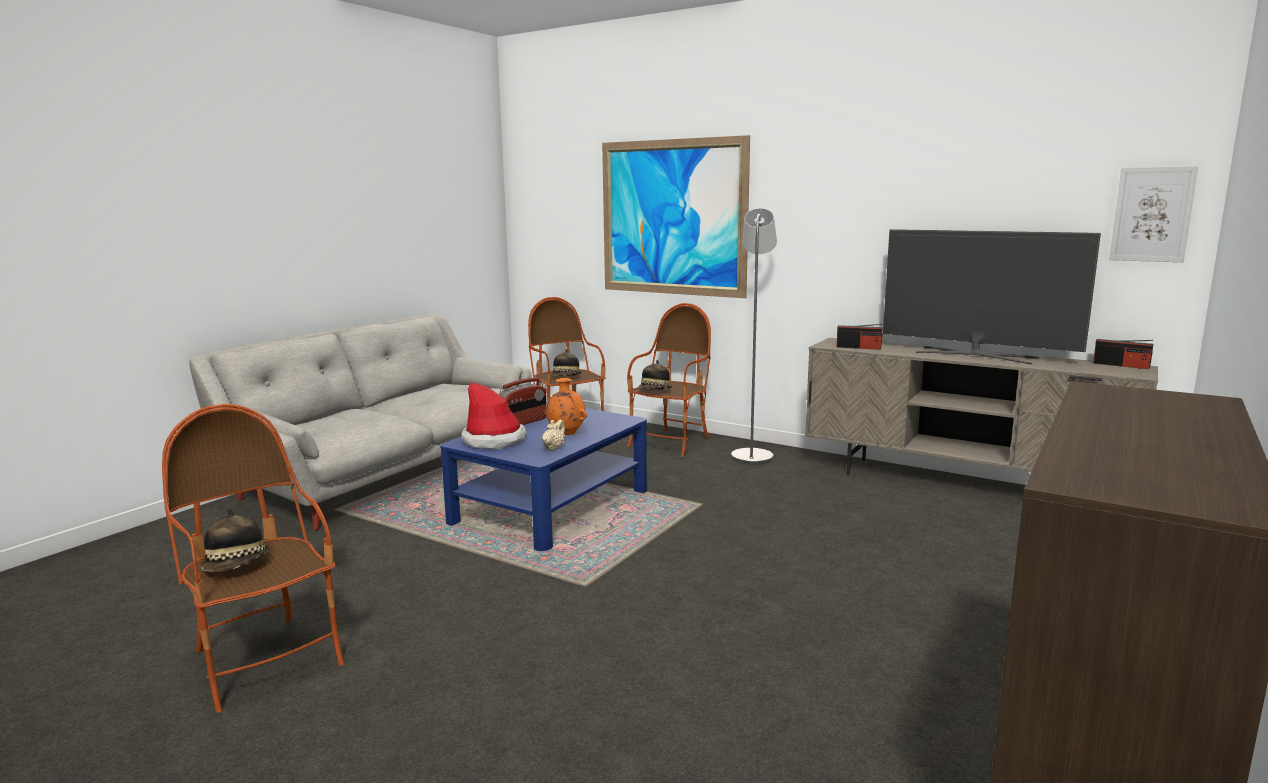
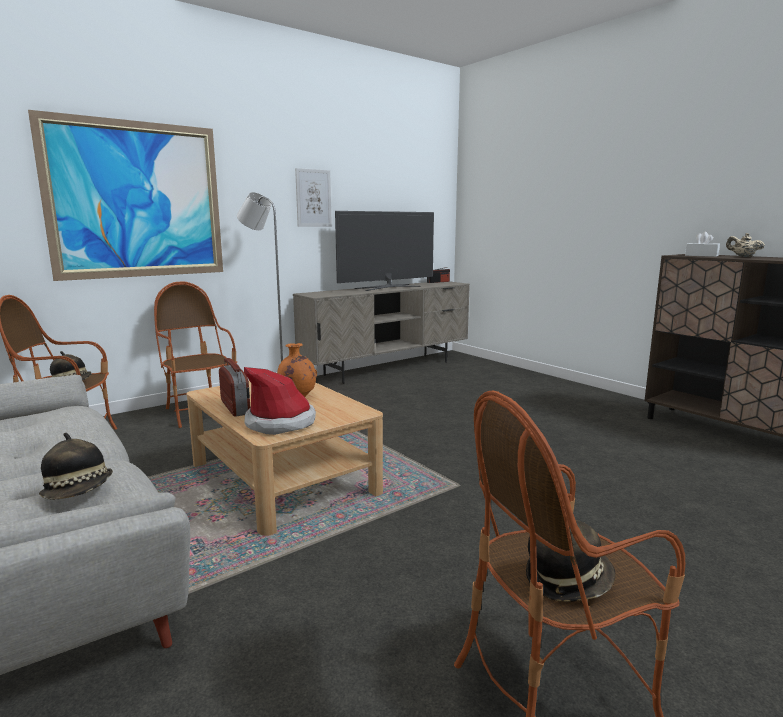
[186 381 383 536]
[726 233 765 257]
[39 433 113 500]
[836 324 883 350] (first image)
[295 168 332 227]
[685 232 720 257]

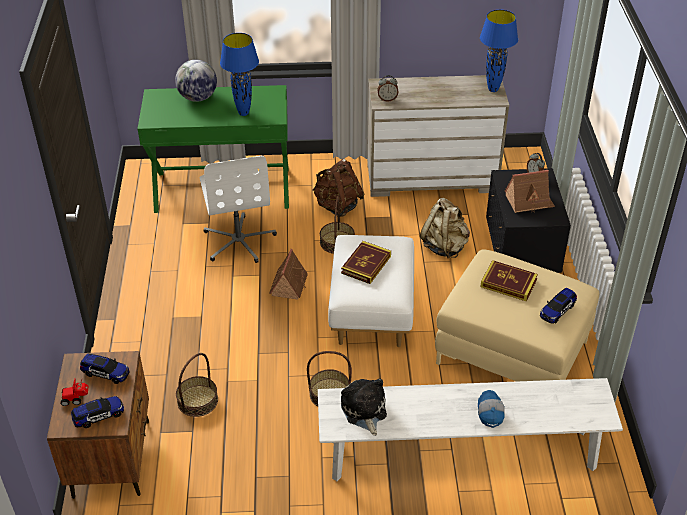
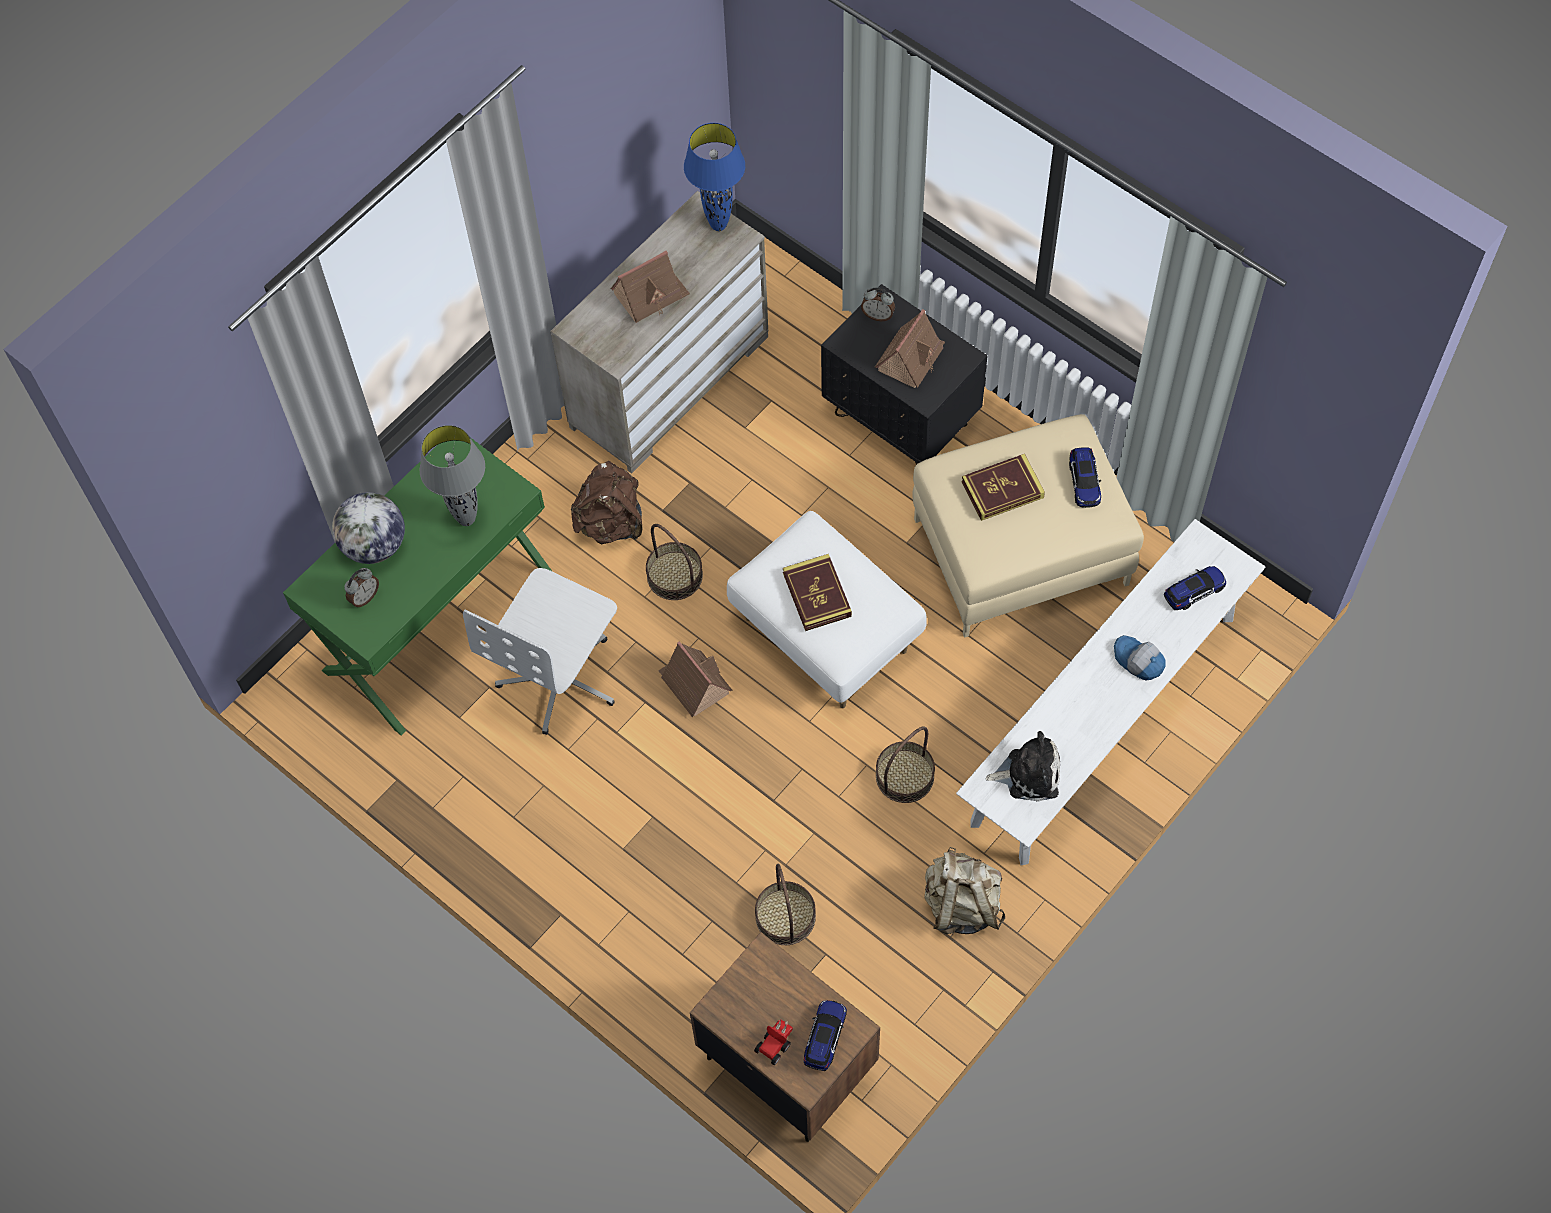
[1164 566 1226 610]
[463 568 617 735]
[420 425 485 526]
[985 731 1060 802]
[344 568 379 607]
[924 847 1005 934]
[610 251 690 323]

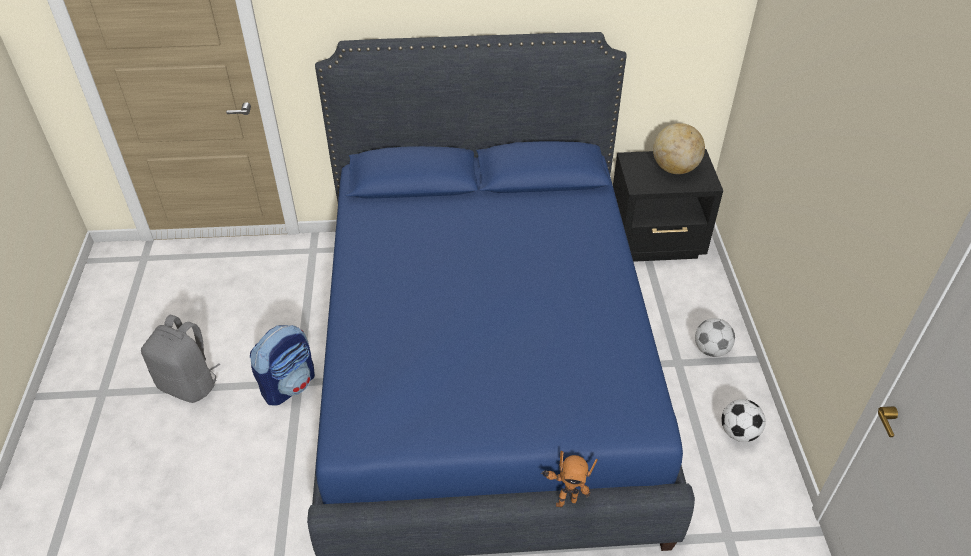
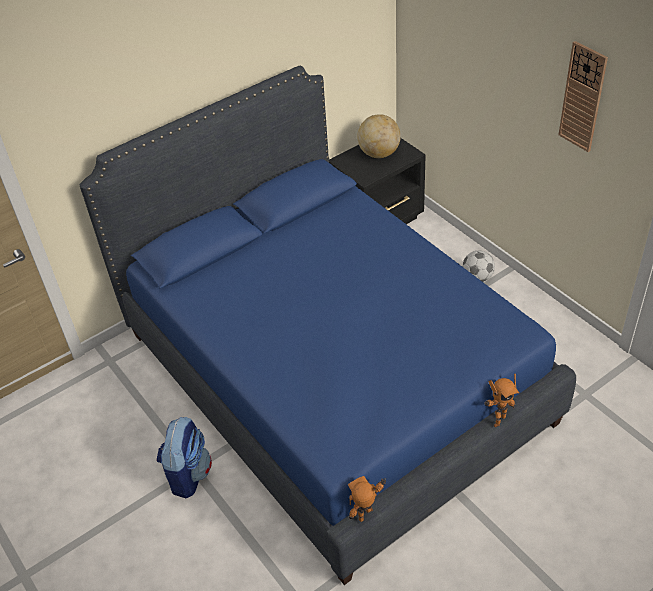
[141 315 220 403] (first image)
[721 399 766 442] (first image)
[348 476 386 522]
[558 41 608 152]

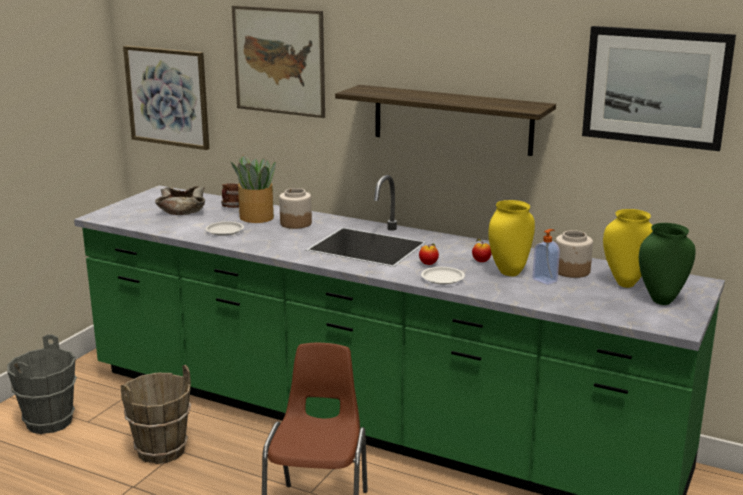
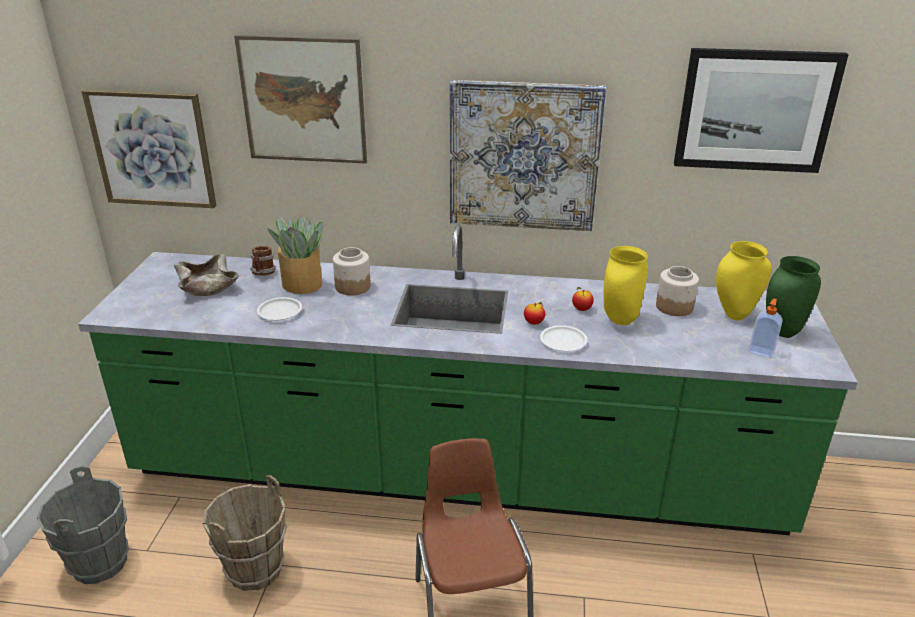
[450 80 606 231]
[748 299 783 359]

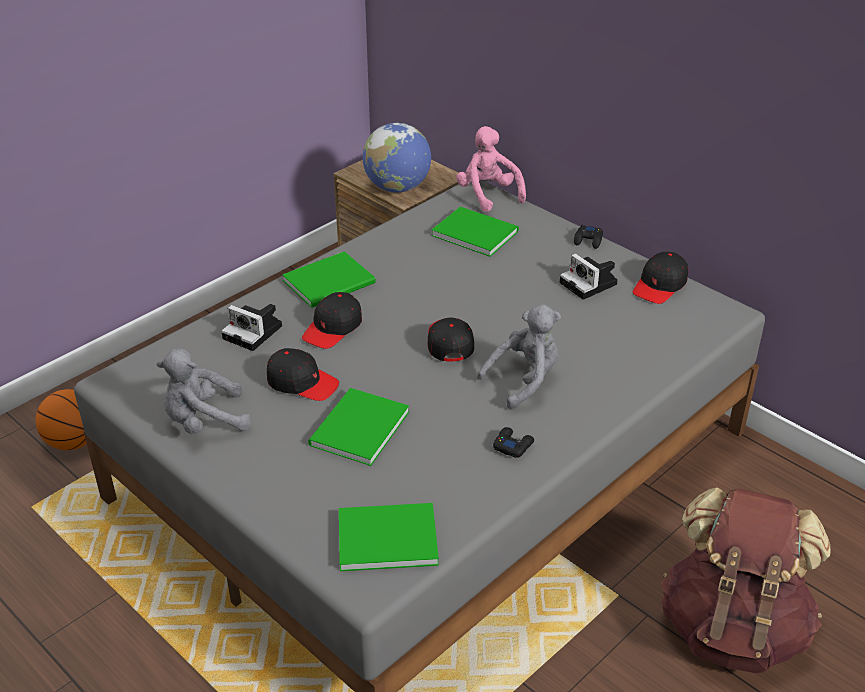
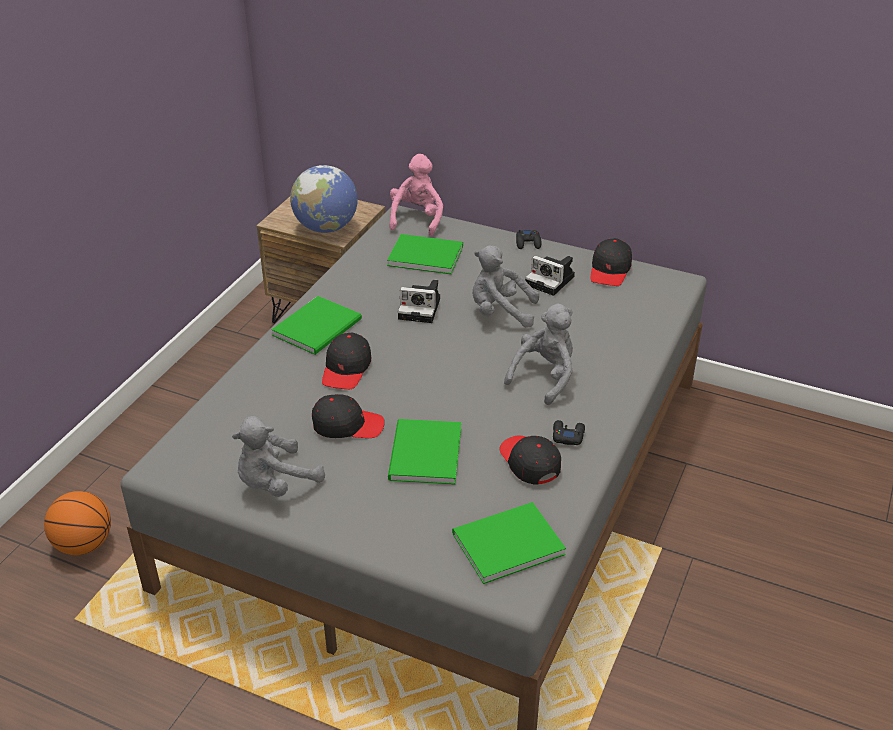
[398 280 440 323]
[499 436 561 485]
[389 154 443 236]
[661 487 830 673] (first image)
[472 245 539 328]

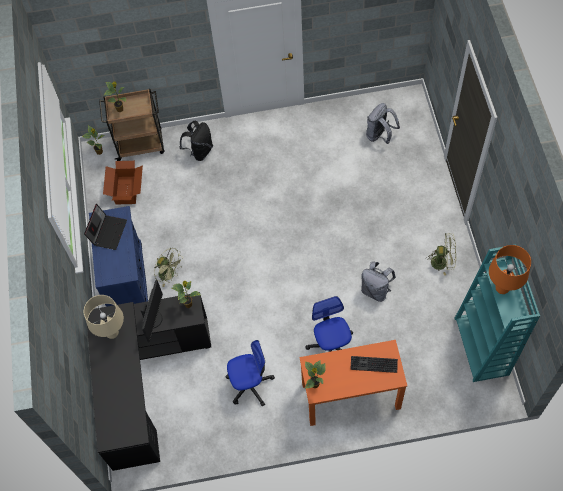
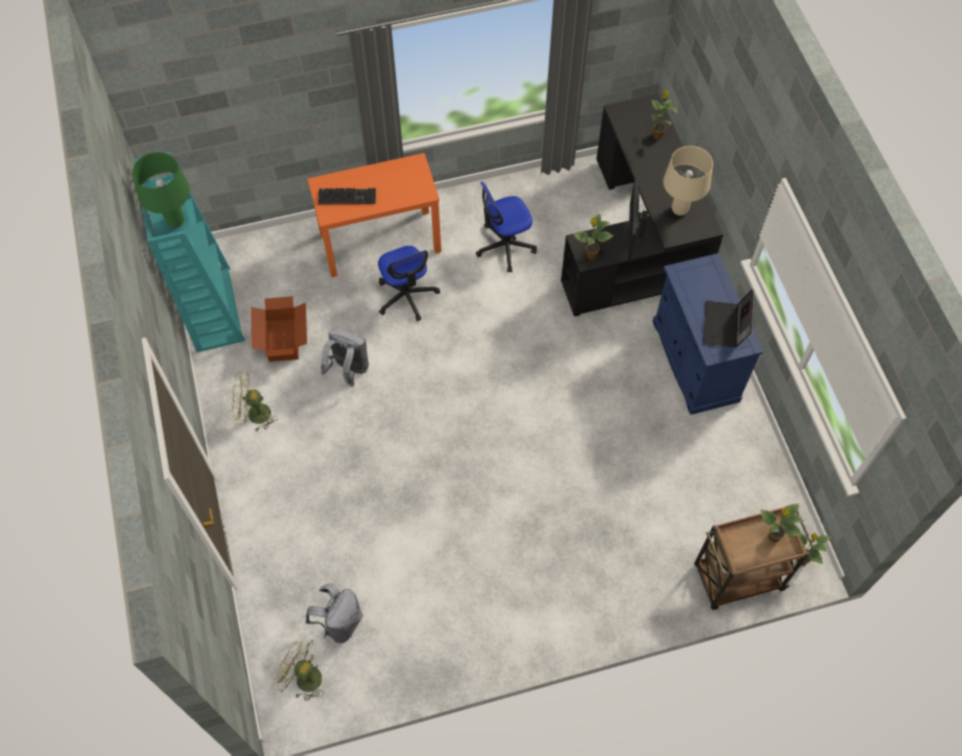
[251 296 307 362]
[272 635 324 701]
[179 120 213 161] (first image)
[652 90 678 140]
[132 152 190 228]

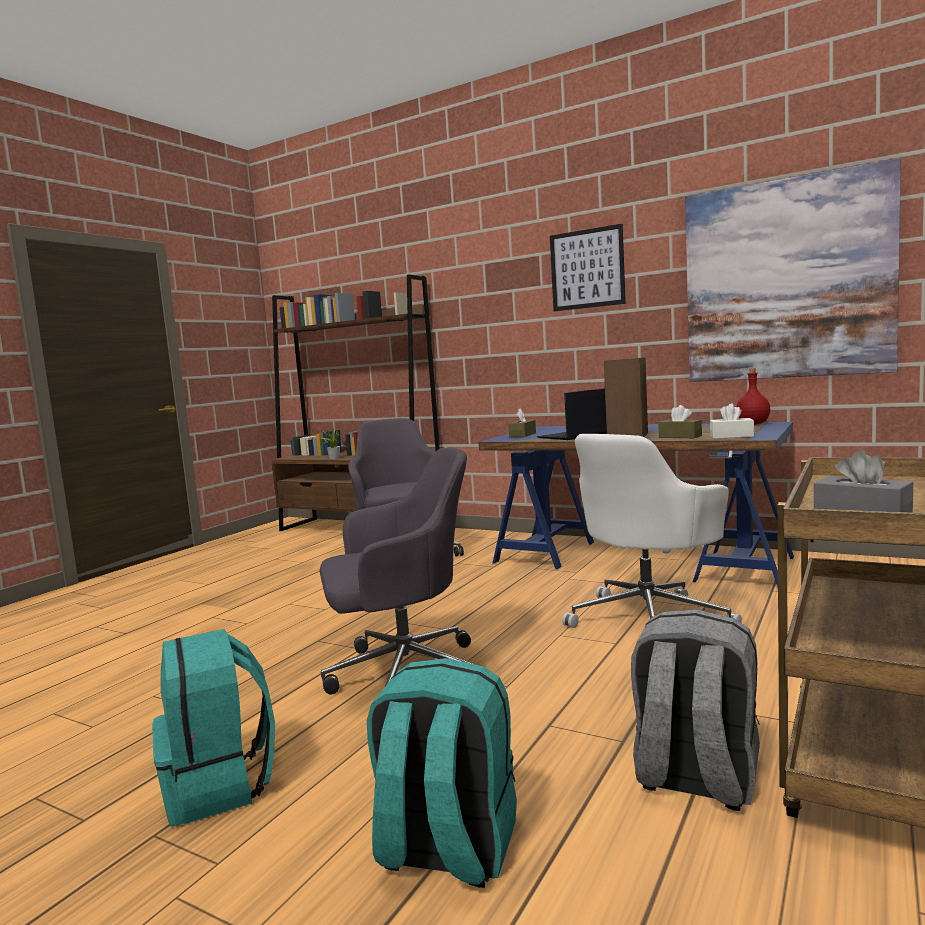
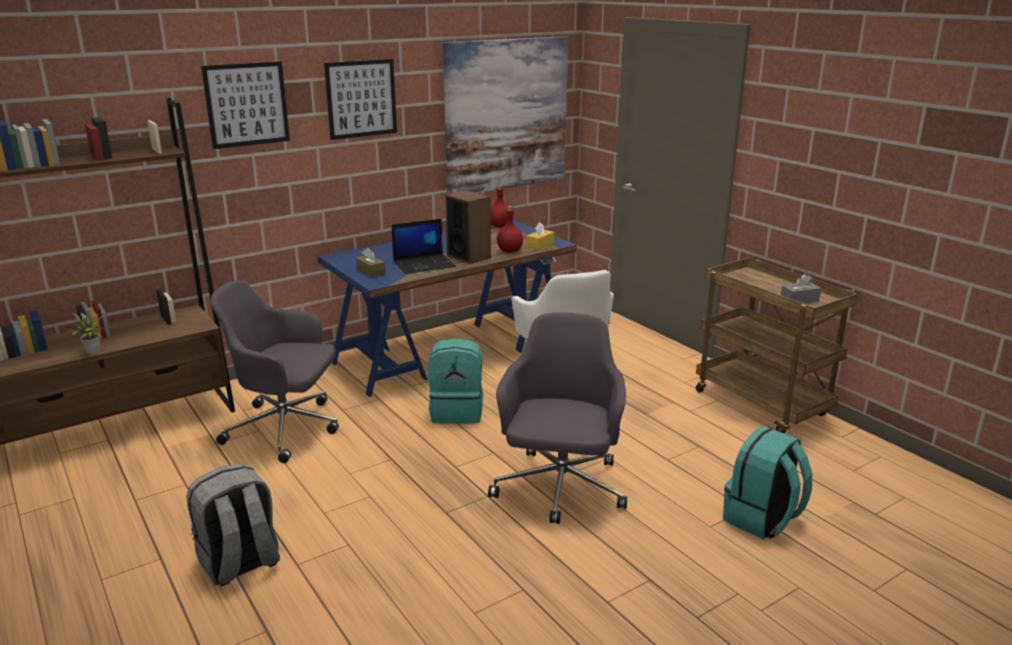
[428 338 483 423]
[392 219 456 274]
[186 463 280 586]
[497 206 523 253]
[526 222 554 250]
[201 61 290 149]

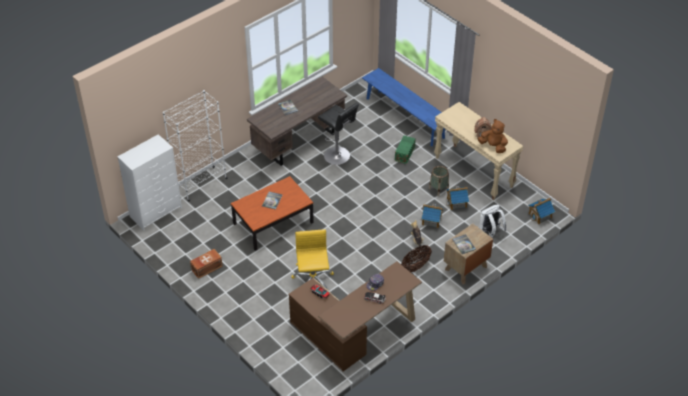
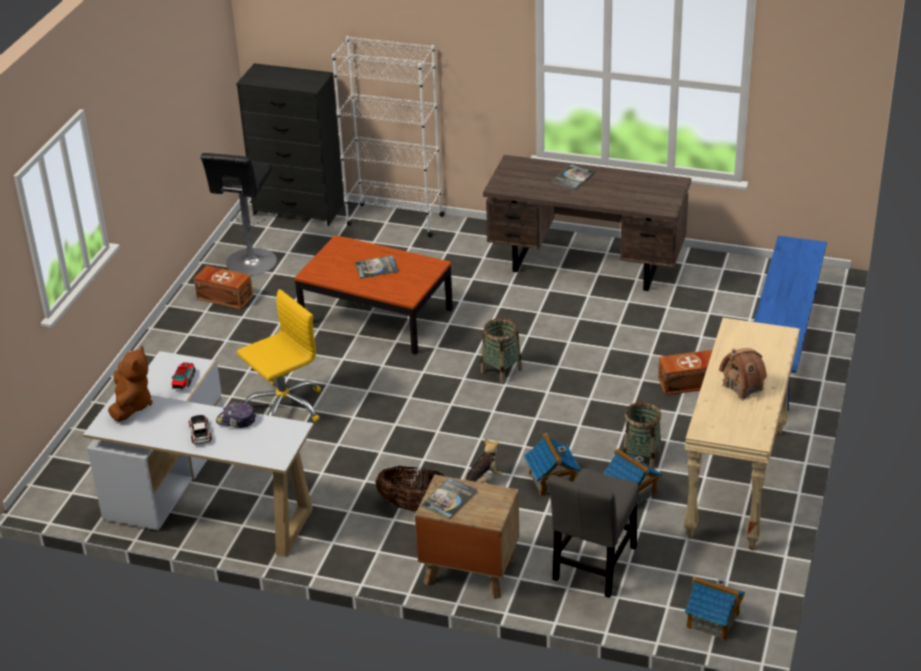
[236 63 344 226]
[83 351 314 557]
[201 153 277 276]
[658 350 712 395]
[108 346 152 422]
[547 468 639 598]
[481 318 522 384]

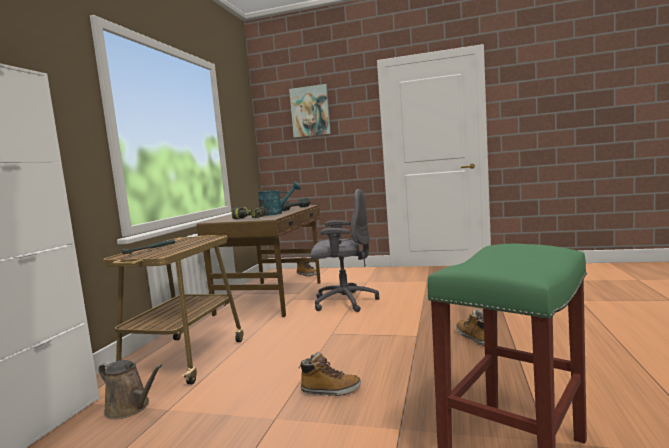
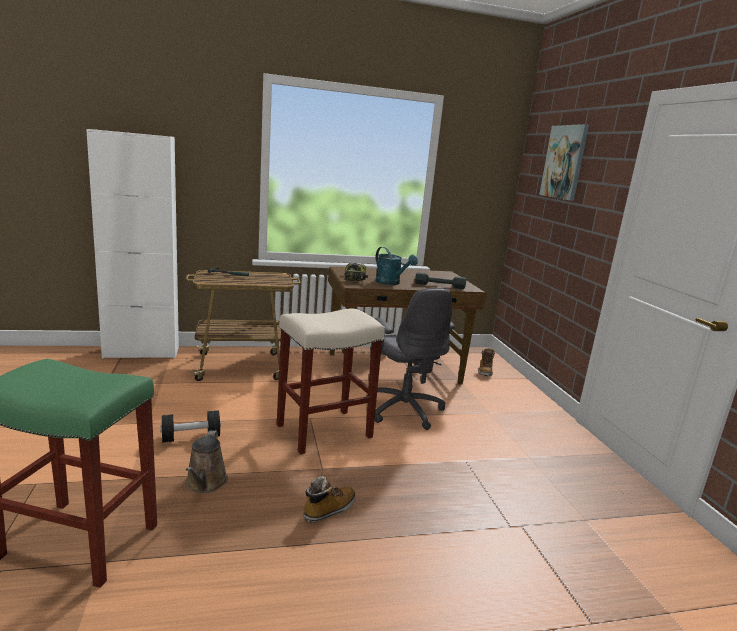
[185 430 228 493]
[160 410 221 442]
[277 308 385 454]

